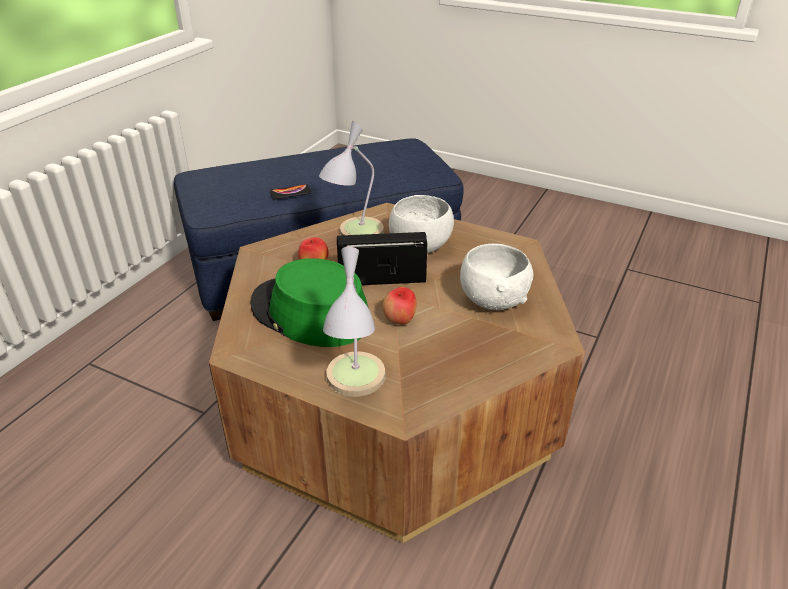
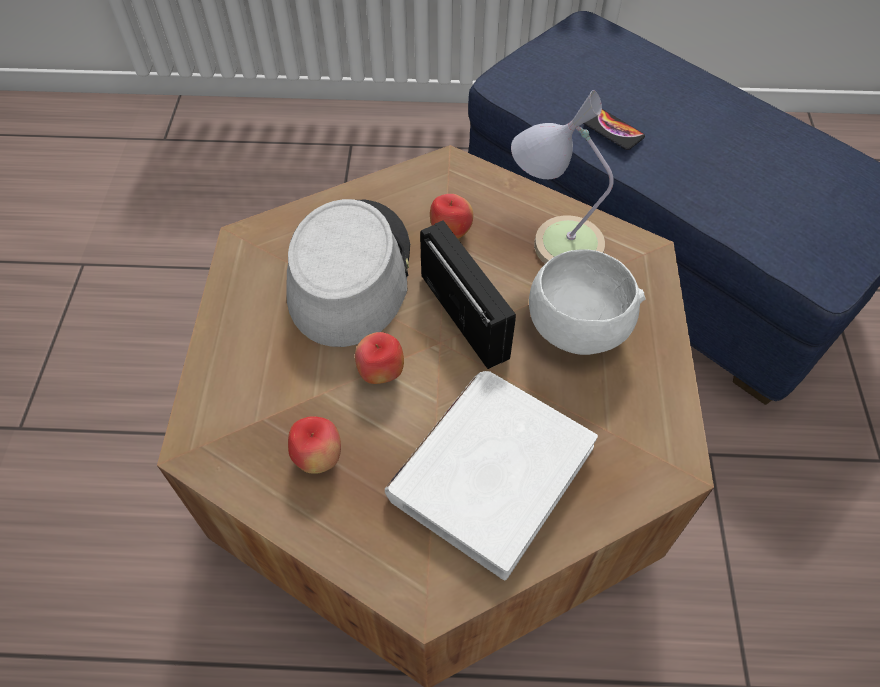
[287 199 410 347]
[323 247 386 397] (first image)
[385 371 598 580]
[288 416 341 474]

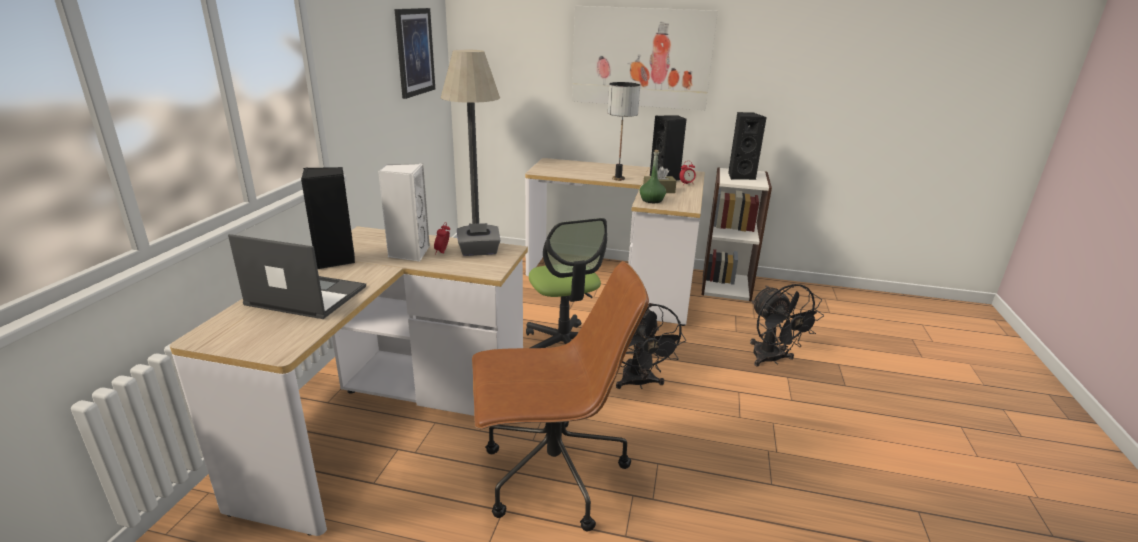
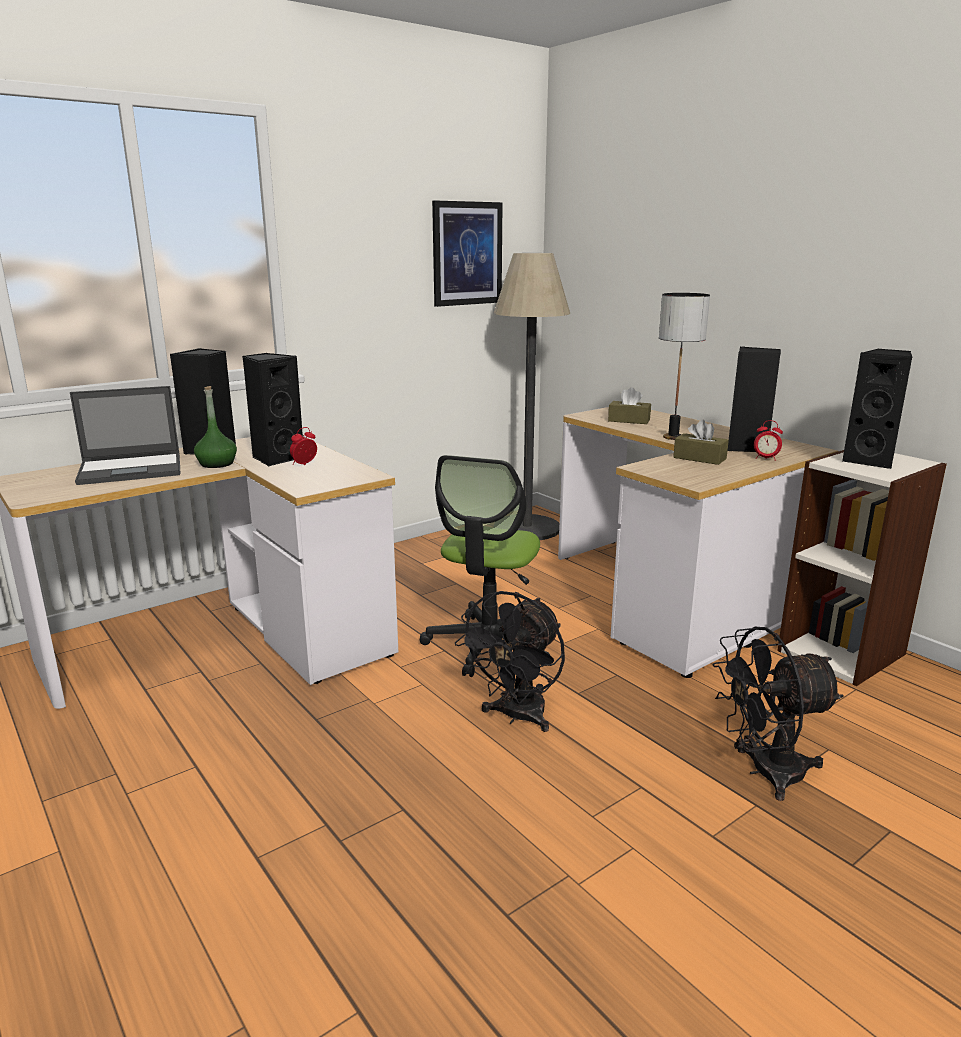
[70 386 180 485]
[242 353 303 467]
[457 223 500 256] (first image)
[472 261 649 532] (first image)
[572 6 718 110] (first image)
[194 386 237 468]
[712 627 844 801]
[608 387 651 424]

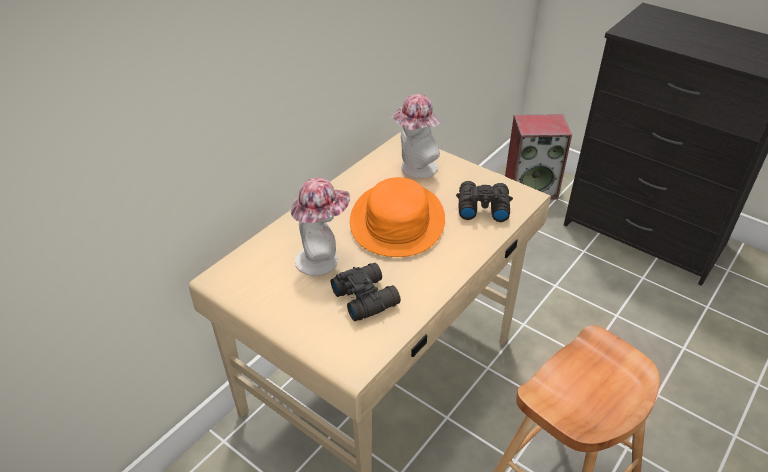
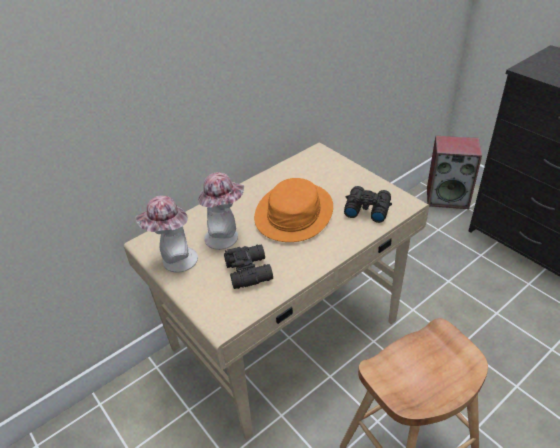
[135 195 198 273]

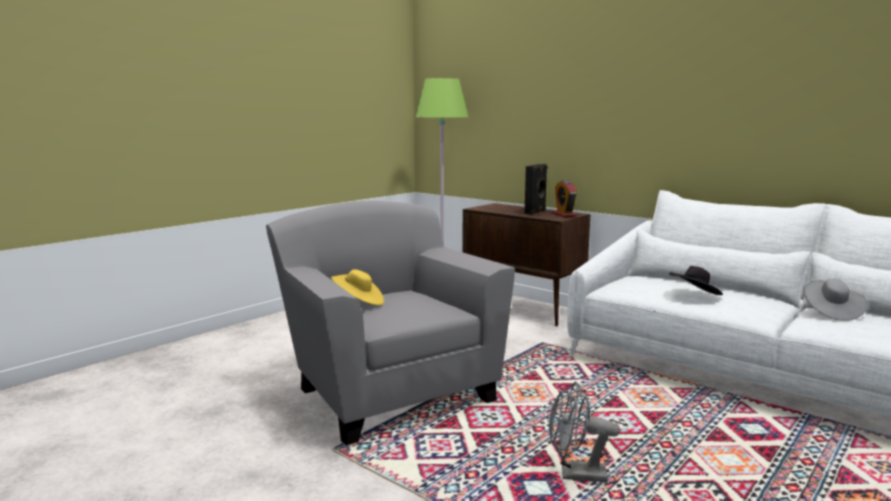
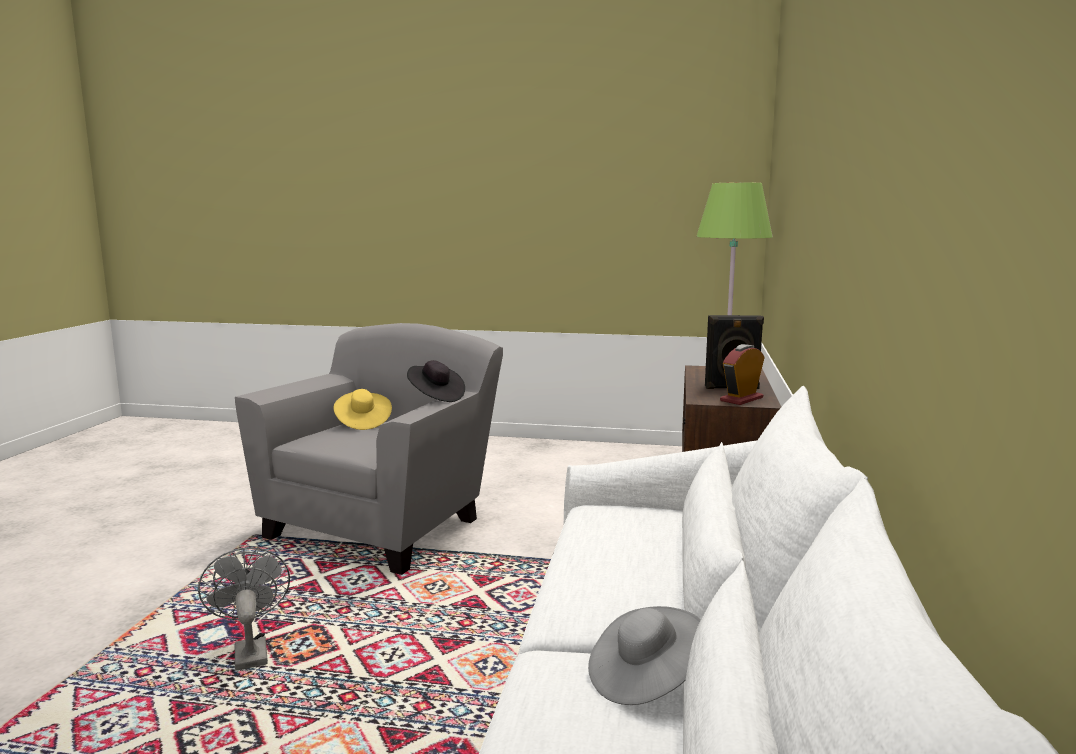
[407 360 465 402]

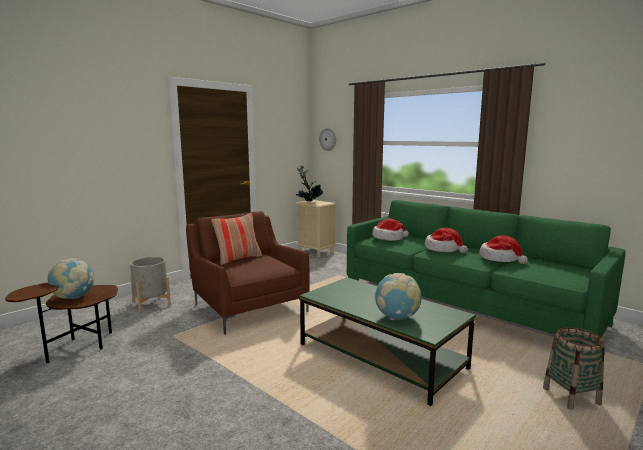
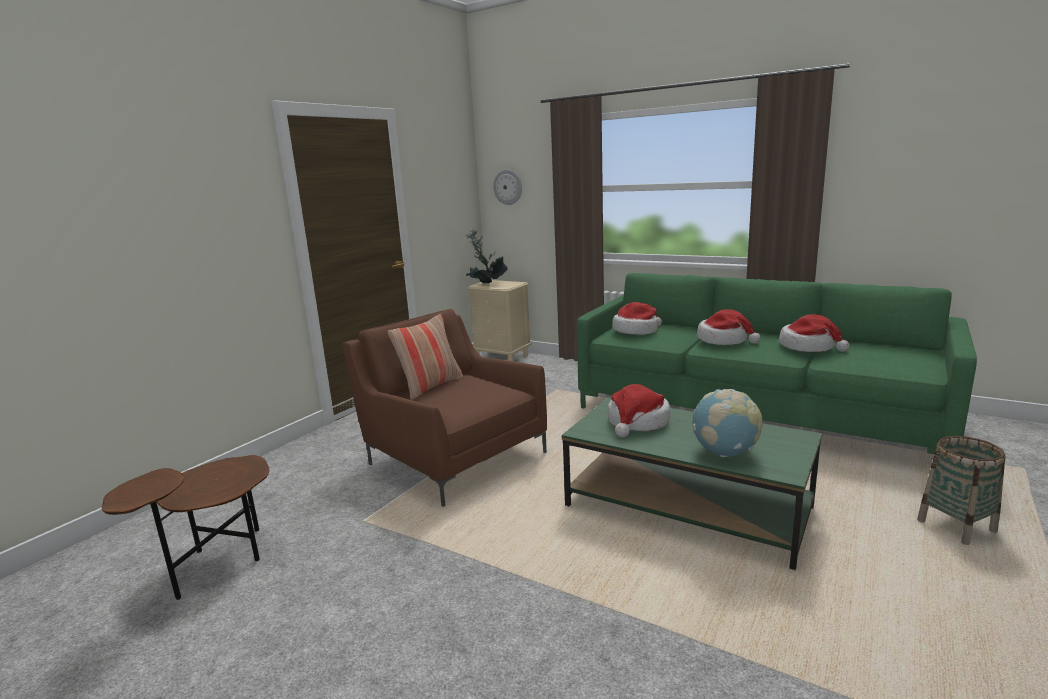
[47 258 94 299] (first image)
[130 257 171 312] (first image)
[608 384 670 438]

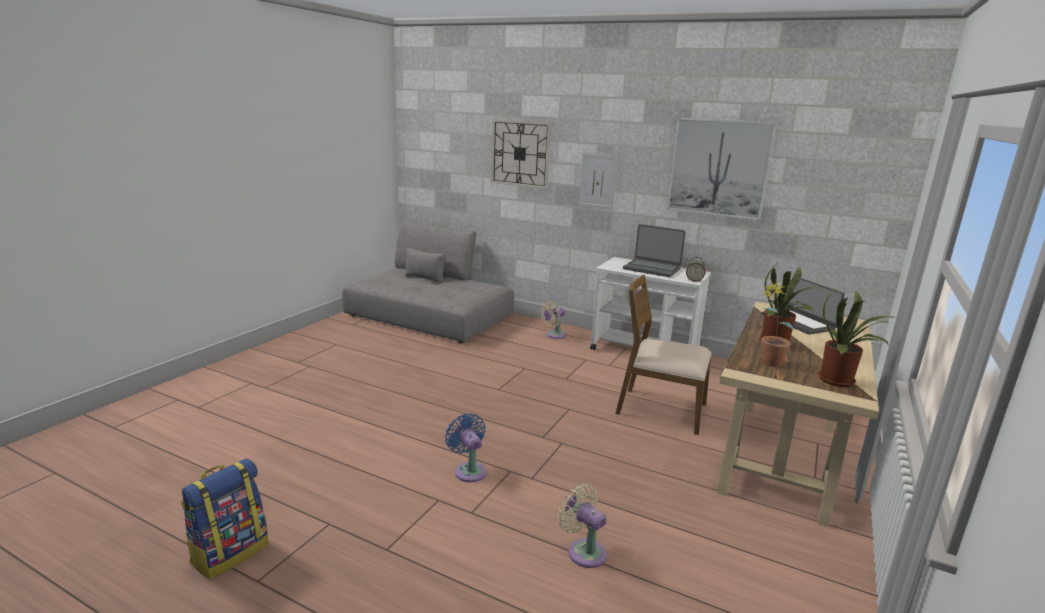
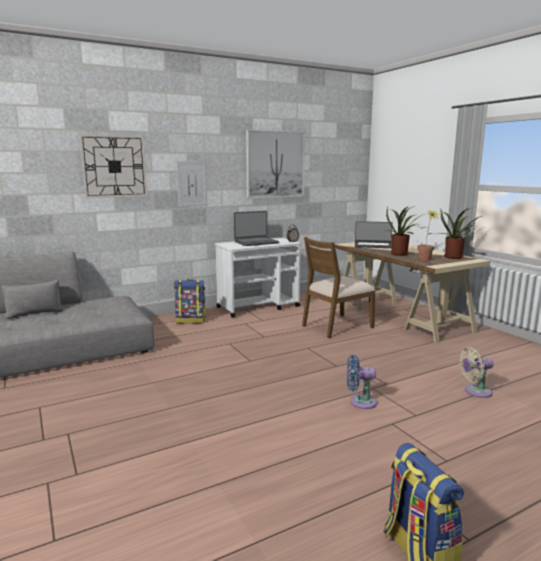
[174 279 206 324]

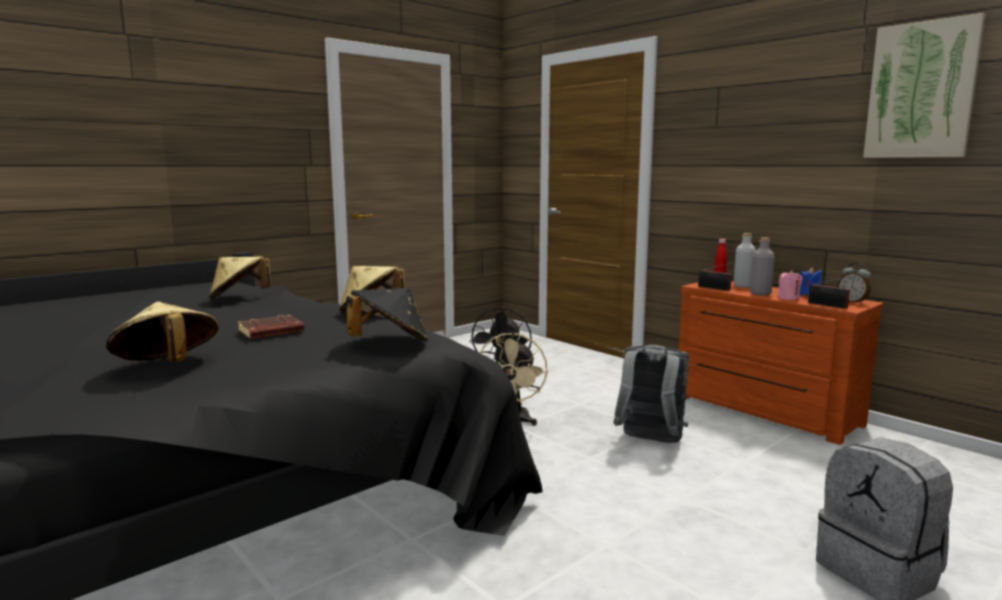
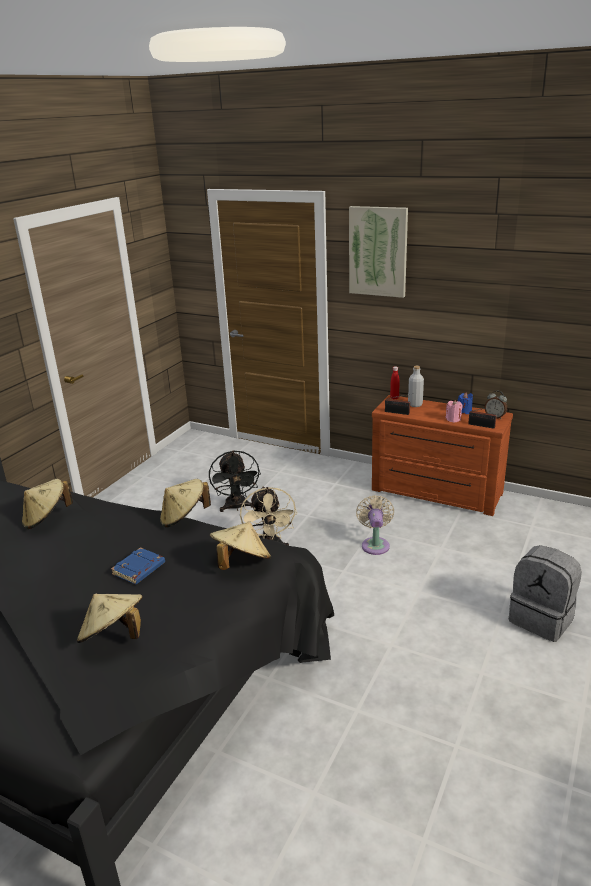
[111 547 165 584]
[210 522 271 570]
[356 495 394 555]
[750 237 775 296] (first image)
[349 206 408 298]

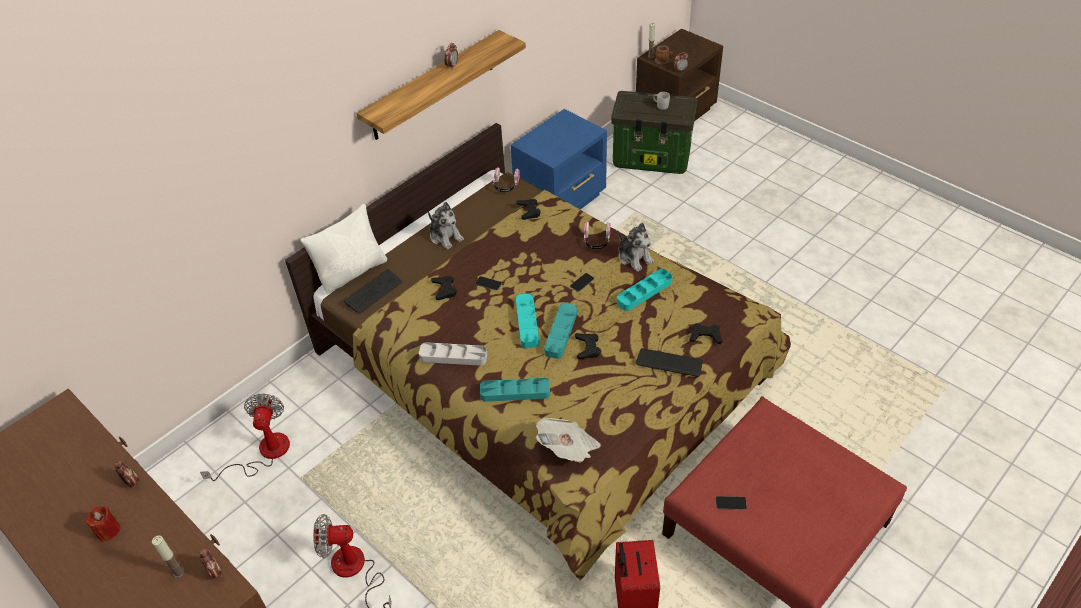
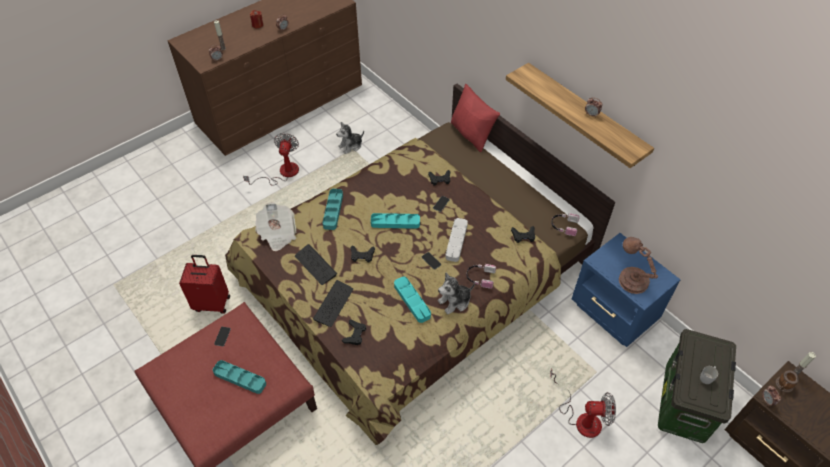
[550 369 616 438]
[451 84 500 152]
[295 244 337 285]
[445 218 468 262]
[336 122 364 154]
[213 360 266 394]
[619 237 658 294]

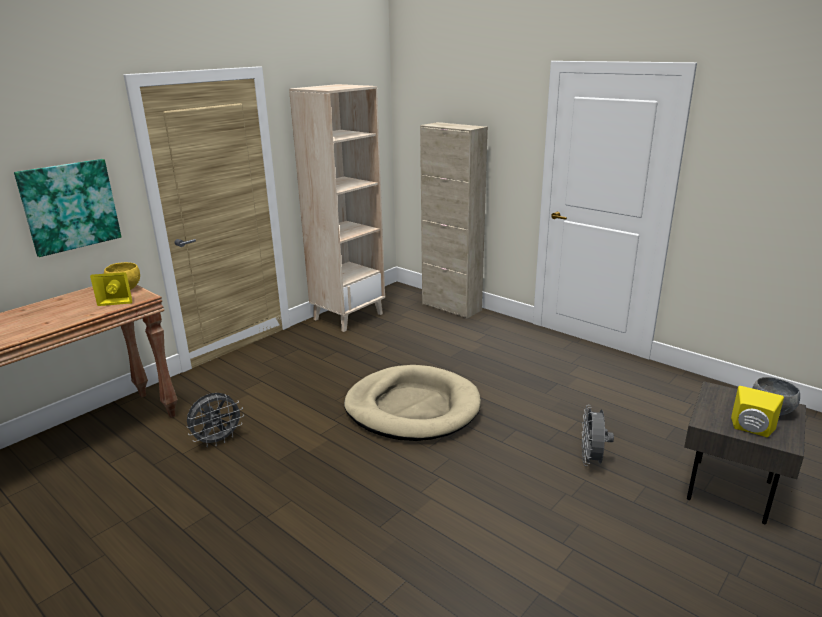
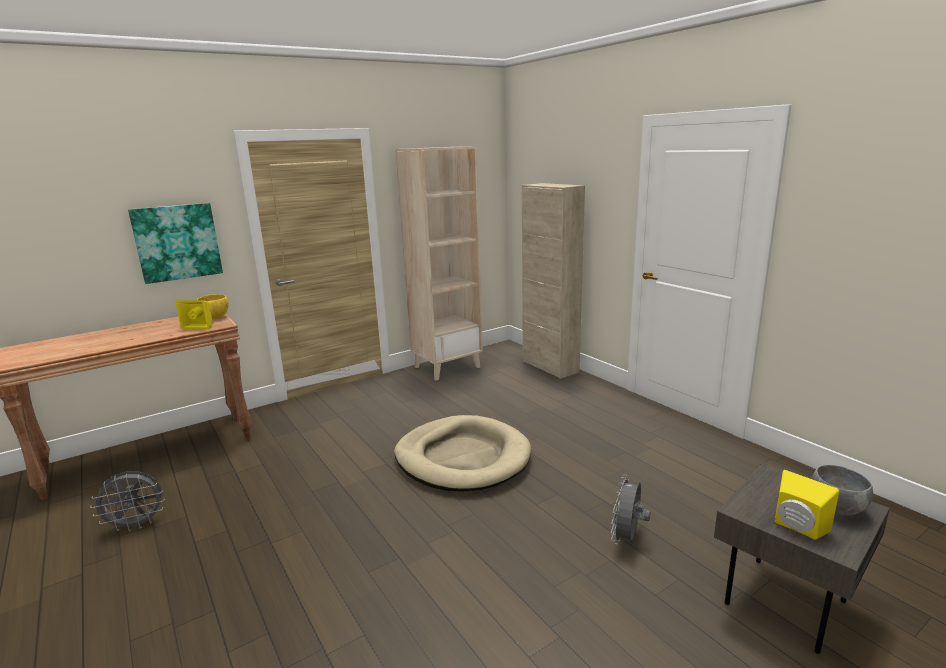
[90 471 165 531]

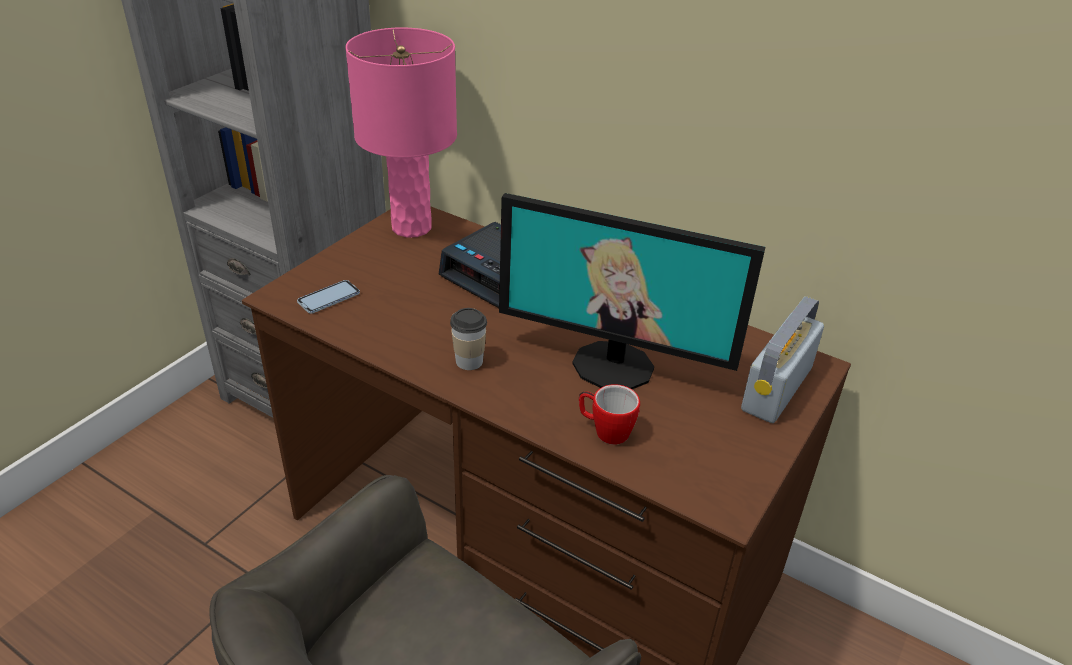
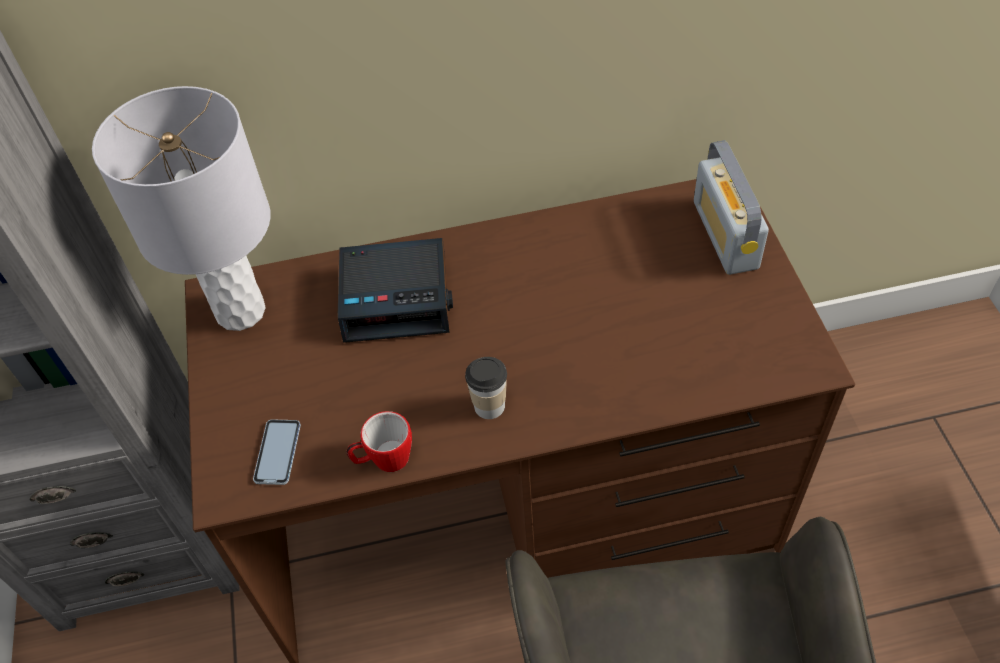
[92 86 271 331]
[499 193 765 389] (first image)
[346 411 412 472]

